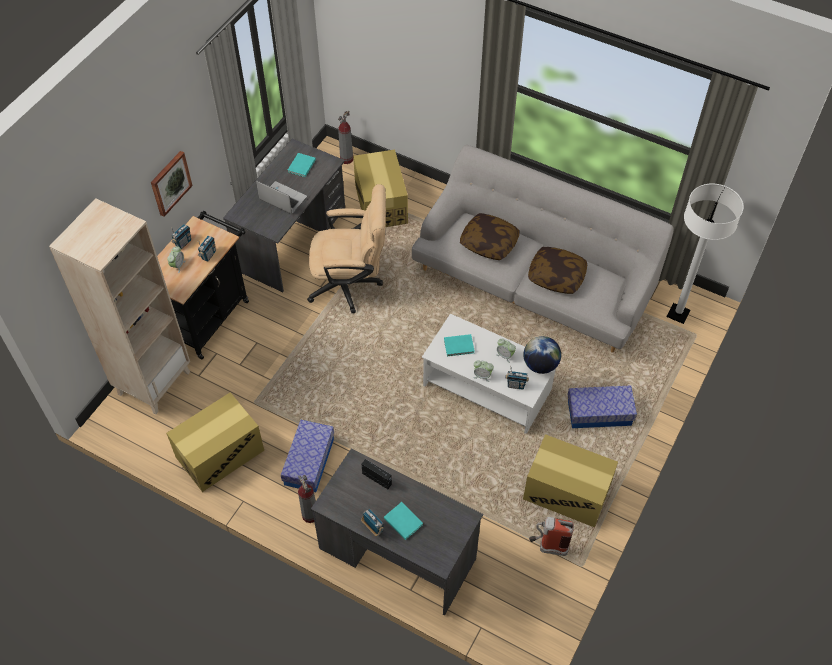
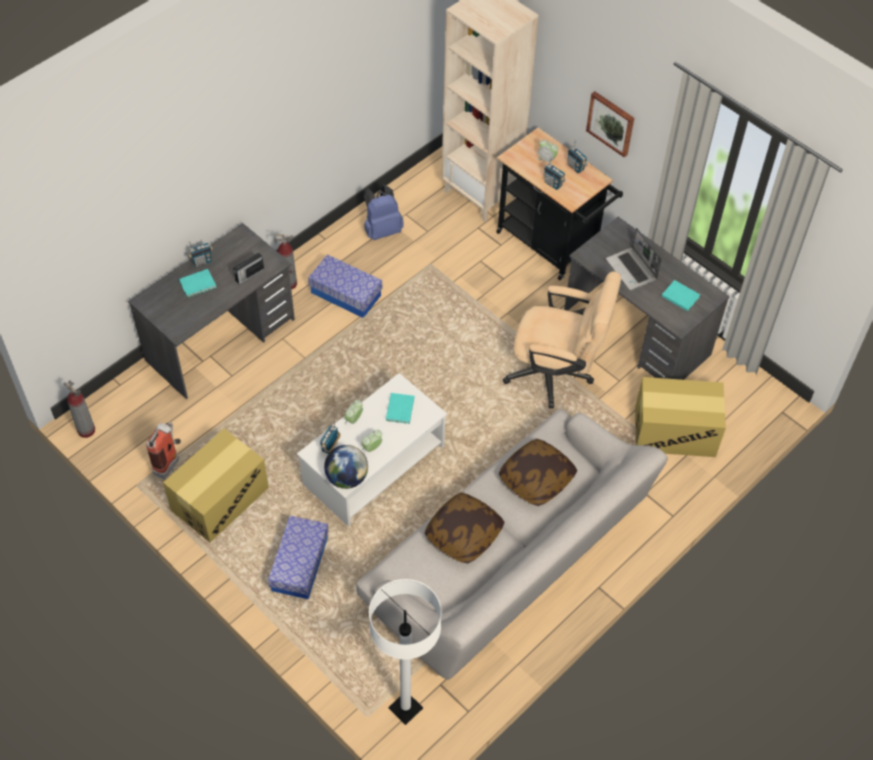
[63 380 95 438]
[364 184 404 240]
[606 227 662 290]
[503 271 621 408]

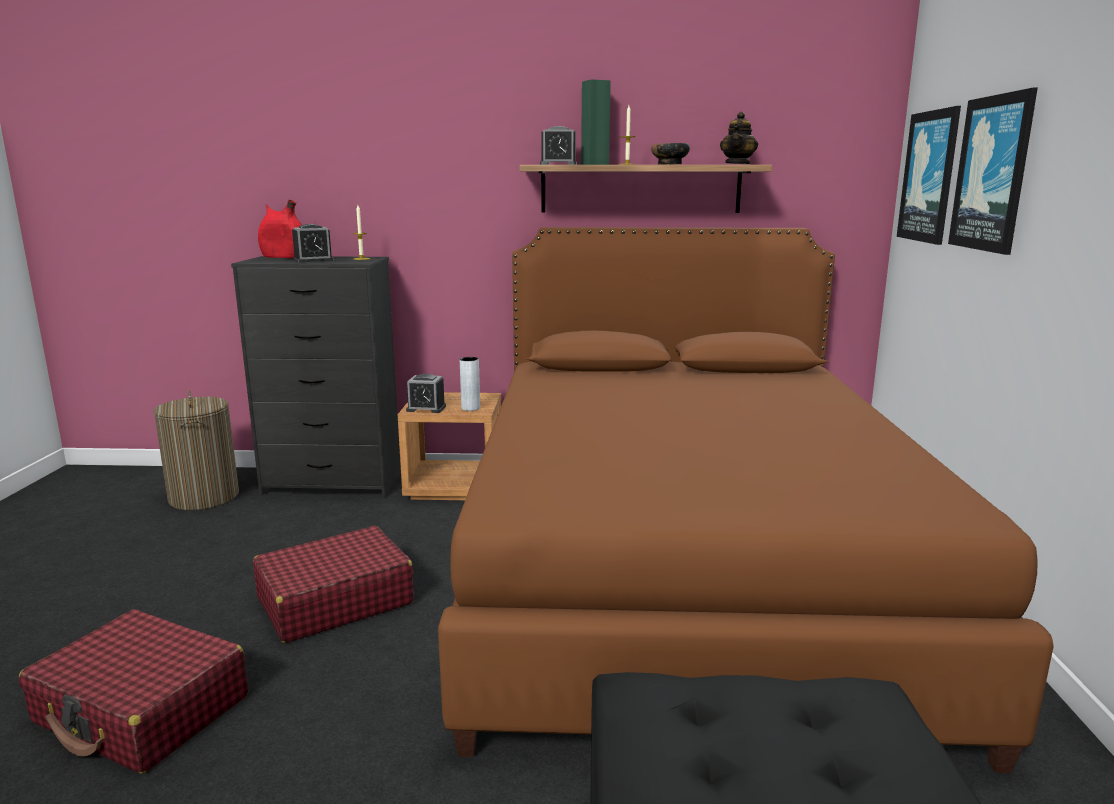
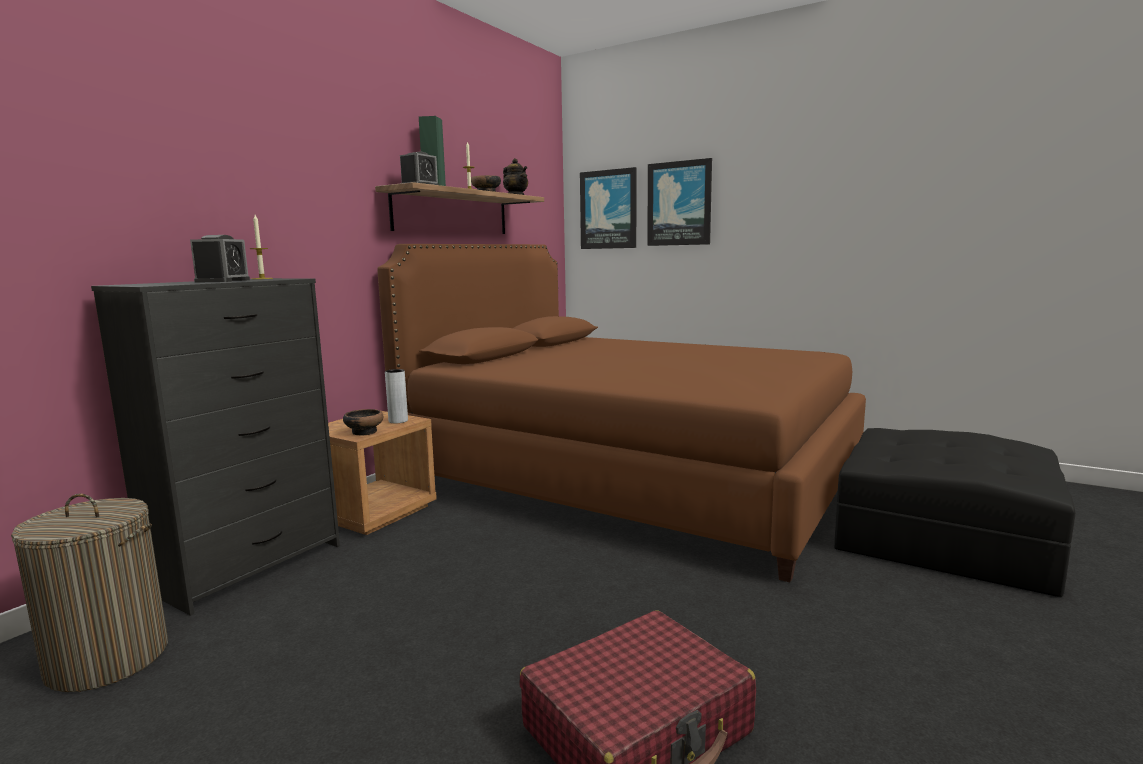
[253 526 414 643] (first image)
[258 200 302 258] (first image)
[343 409 384 436]

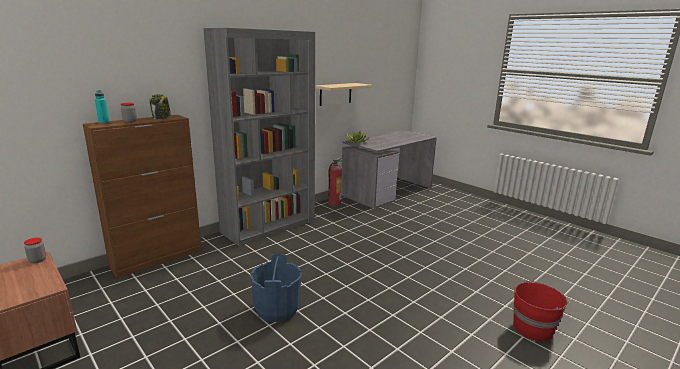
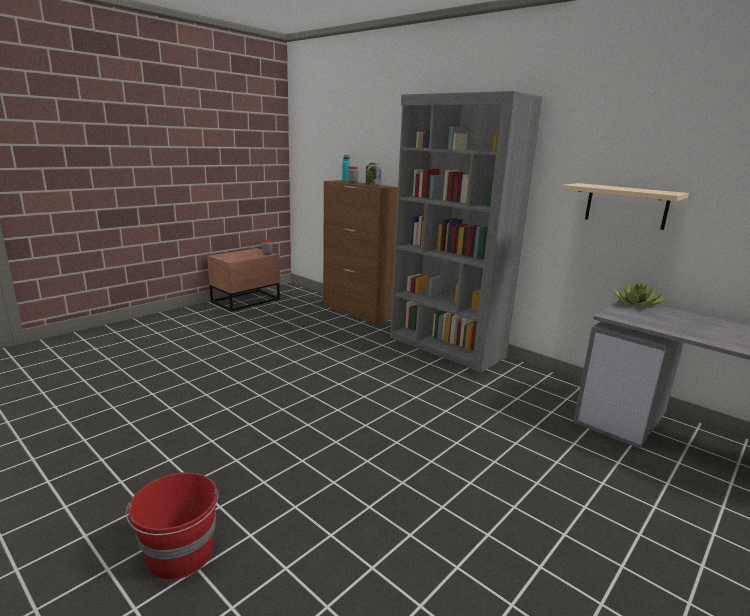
[250 254 302 322] (first image)
[328 157 343 207] (first image)

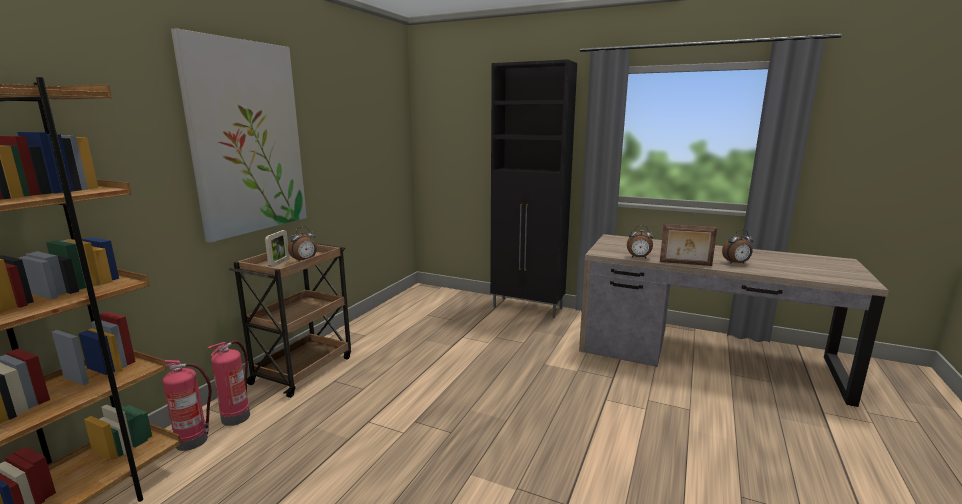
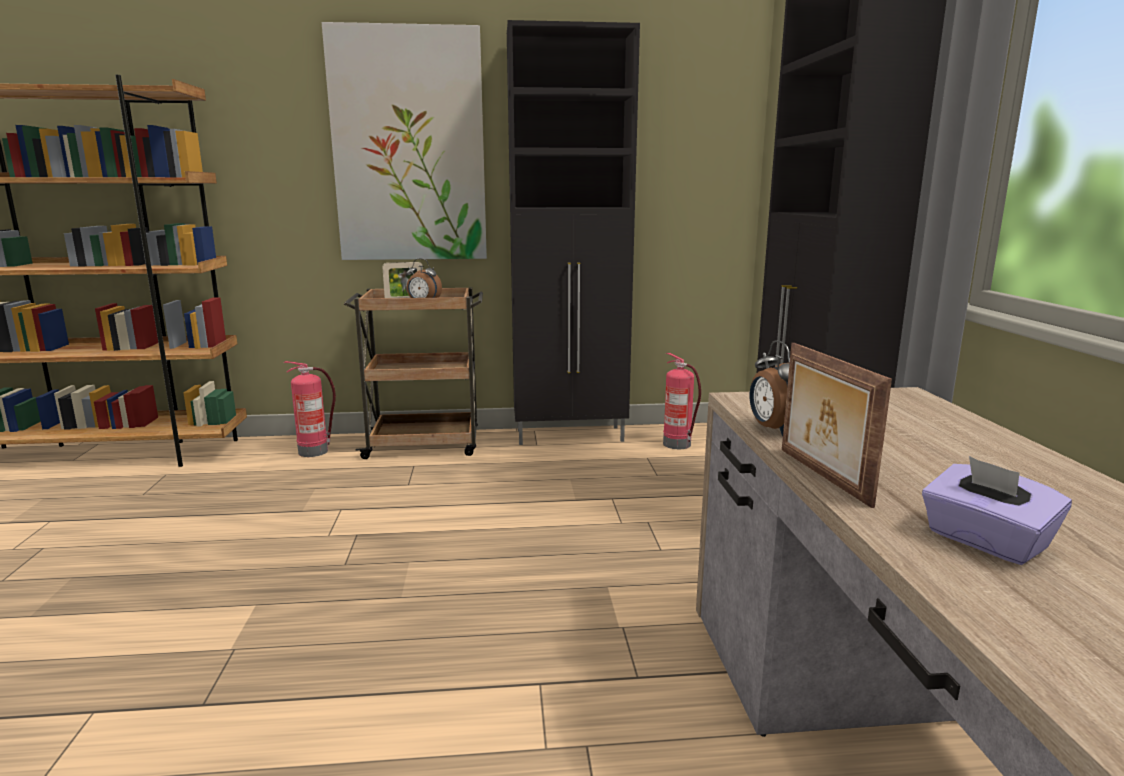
[507 20 640 445]
[663 353 701 449]
[922 456 1072 565]

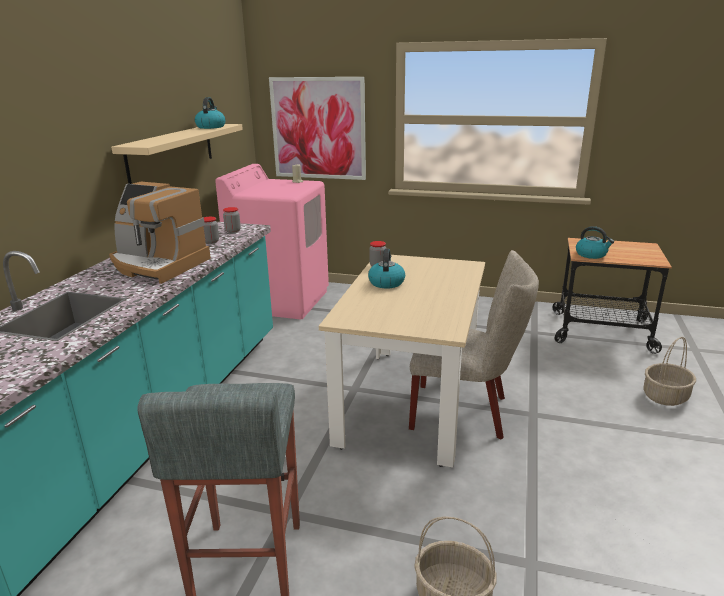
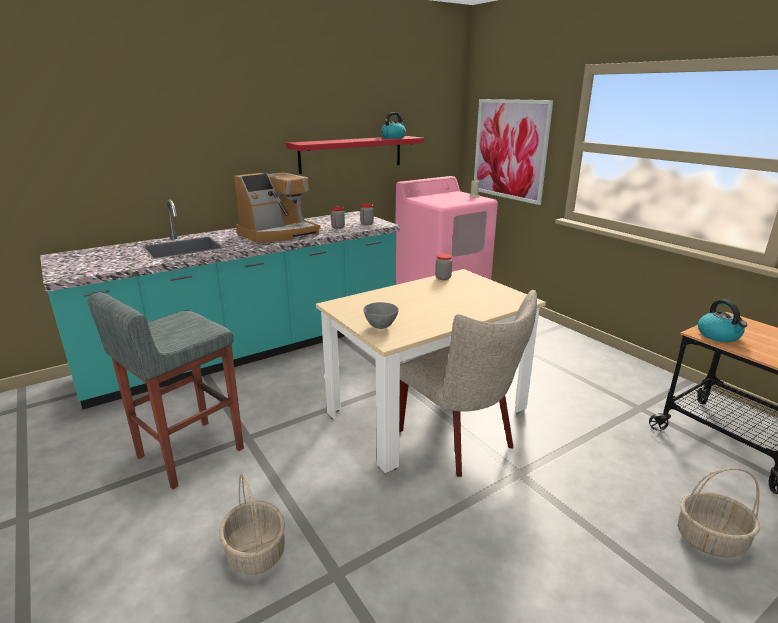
[368 249 405 288] (first image)
[363 302 399 329]
[286 136 424 174]
[234 172 320 242]

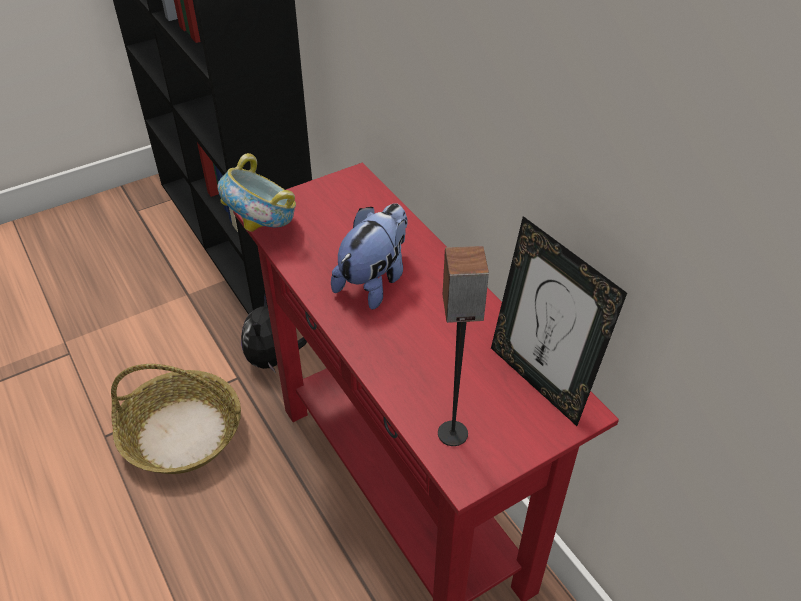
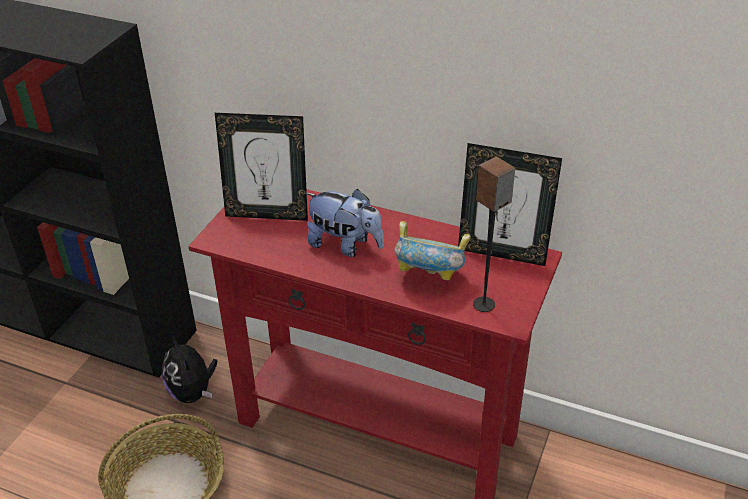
[215 113 308 221]
[395 221 471 280]
[305 189 384 257]

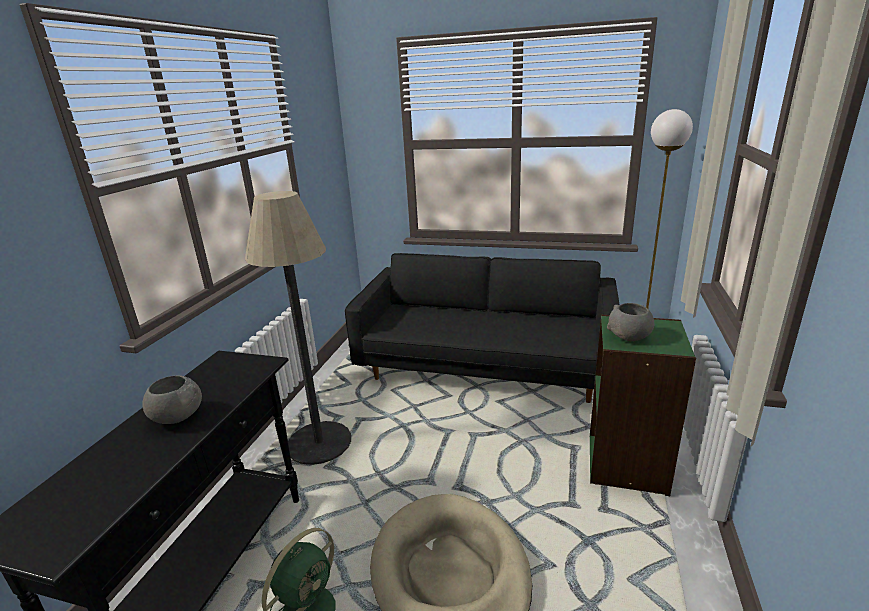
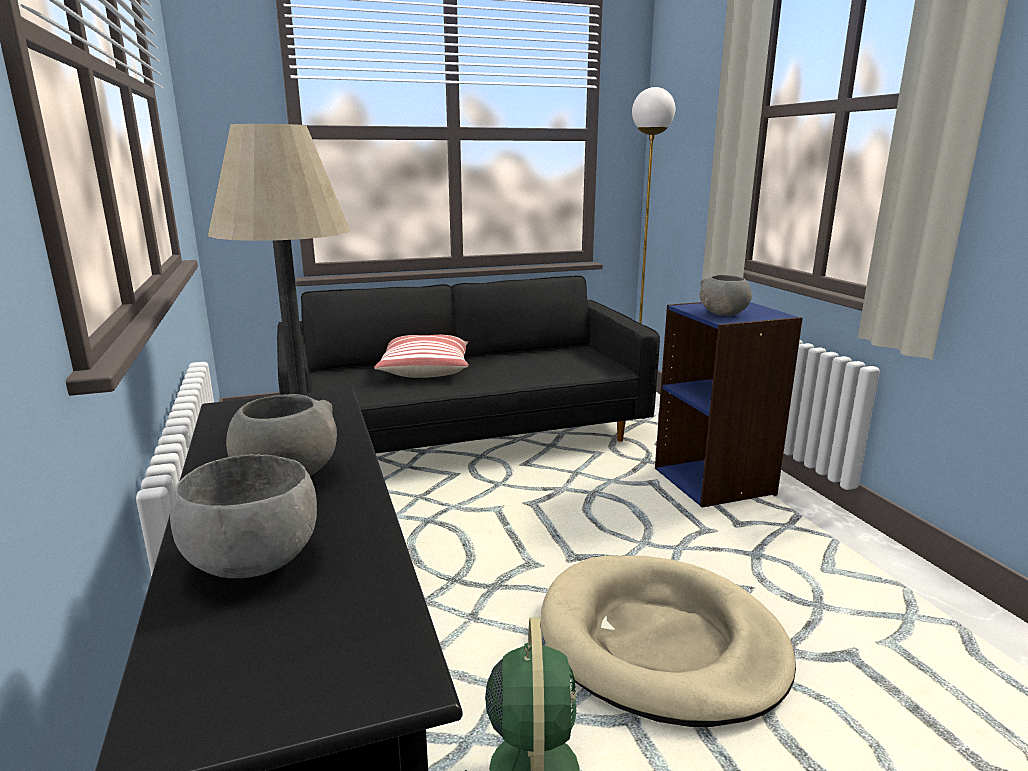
[170 454 317 578]
[374 335 469 378]
[655 302 803 508]

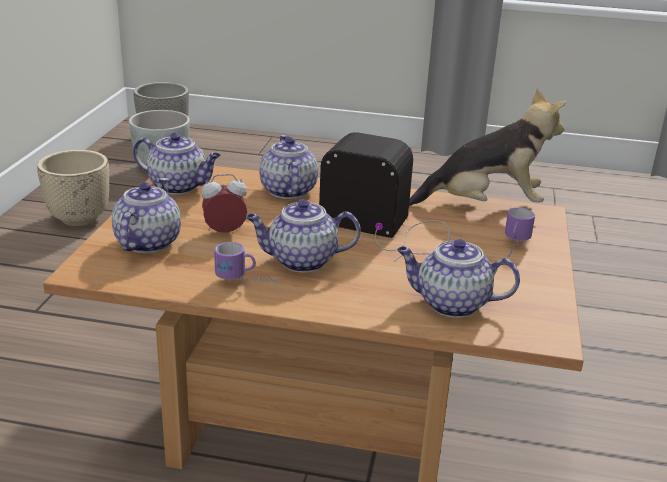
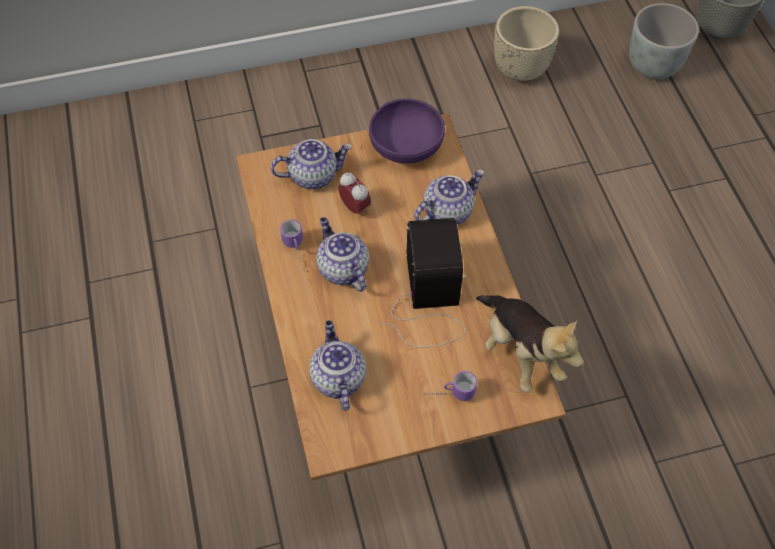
[369 98 445 164]

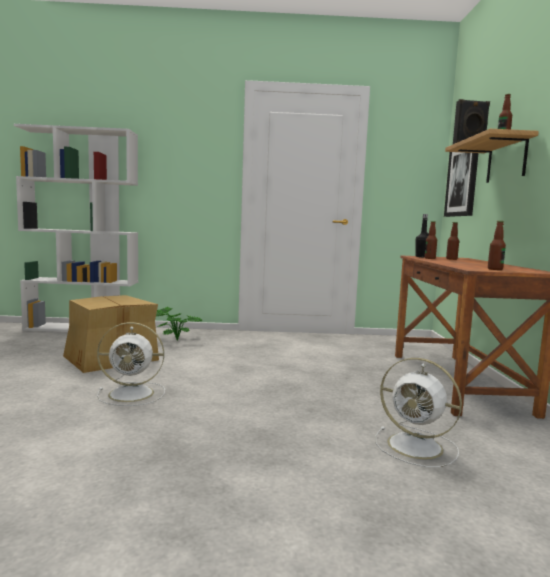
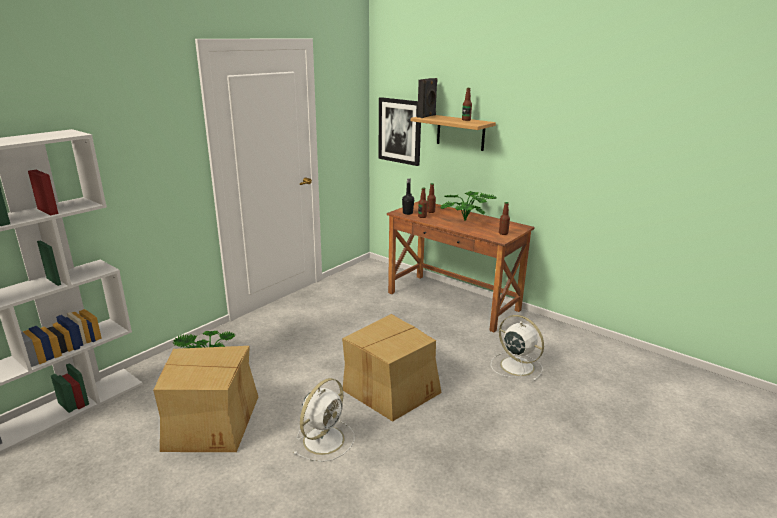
[342 314 442 421]
[440 191 496 221]
[491 315 544 381]

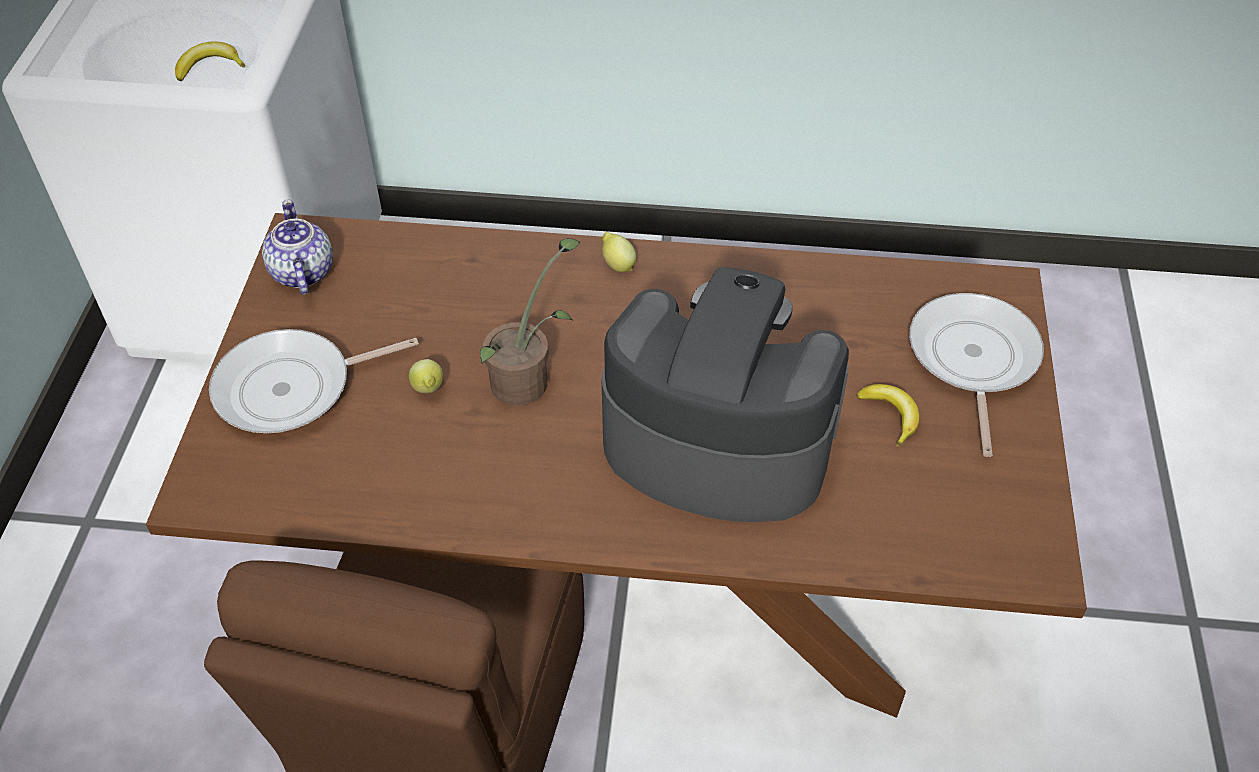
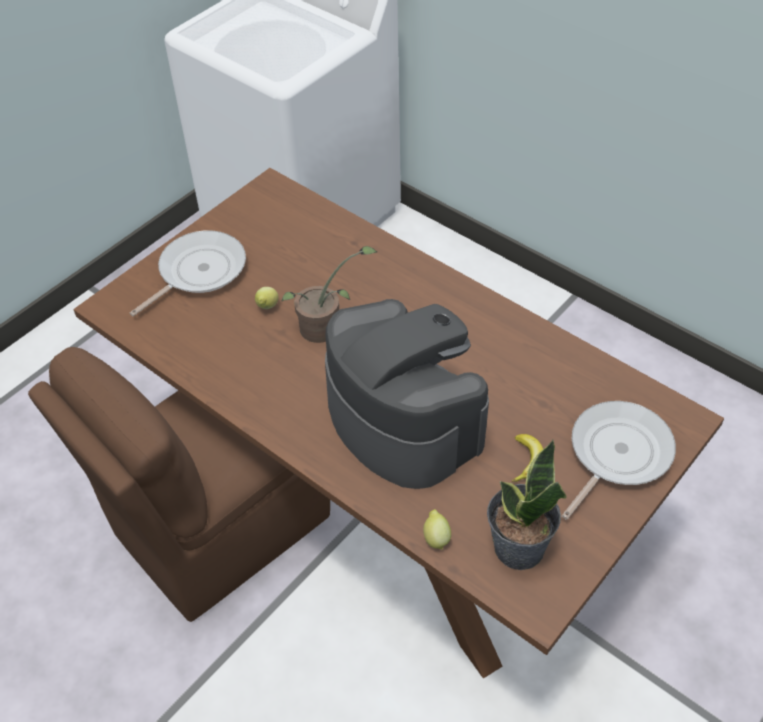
[175 42 245 81] (first image)
[262 200 333 295] (first image)
[487 440 567 570]
[423 509 451 550]
[130 230 246 316]

